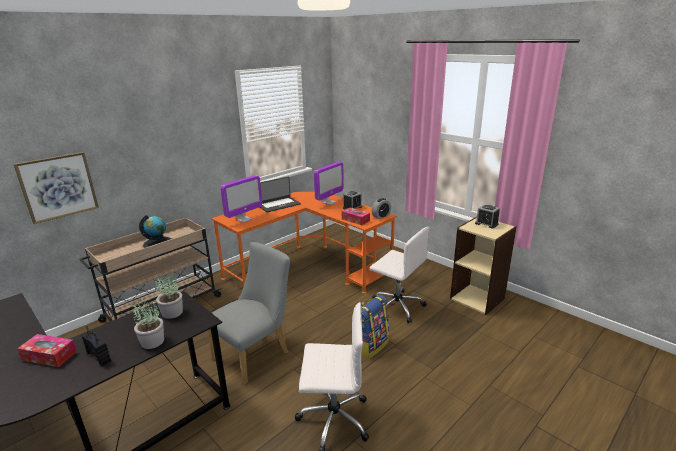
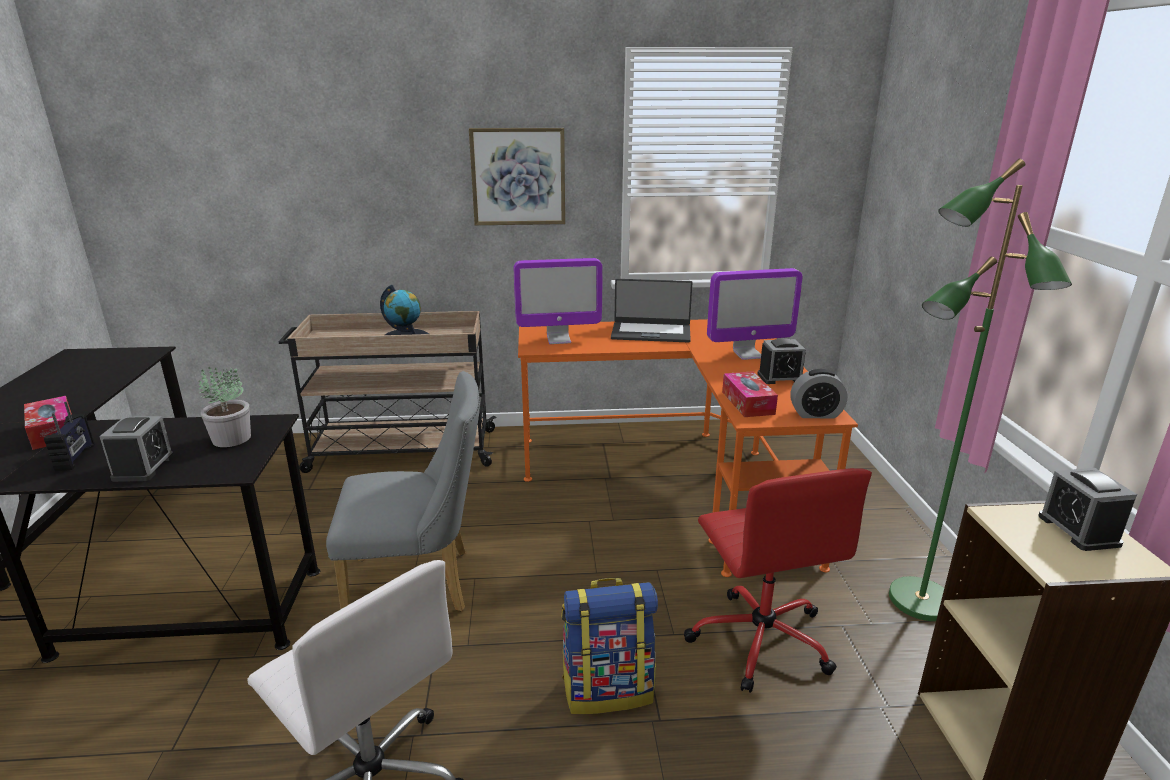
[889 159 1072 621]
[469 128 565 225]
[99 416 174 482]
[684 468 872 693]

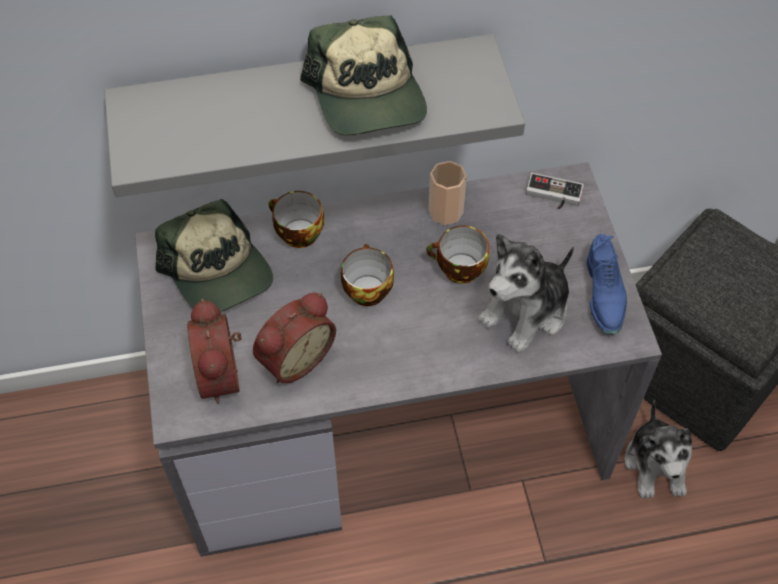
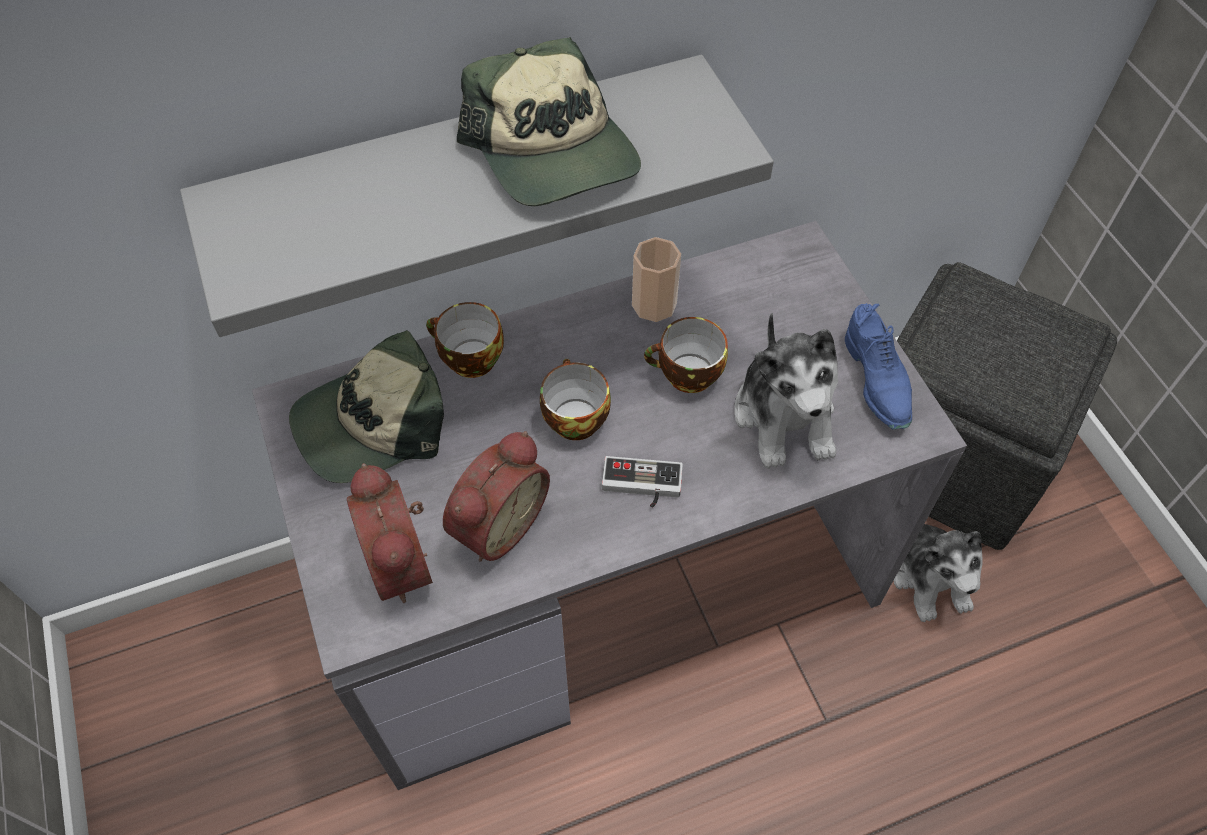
[602 456 683 508]
[289 330 444 483]
[734 313 838 469]

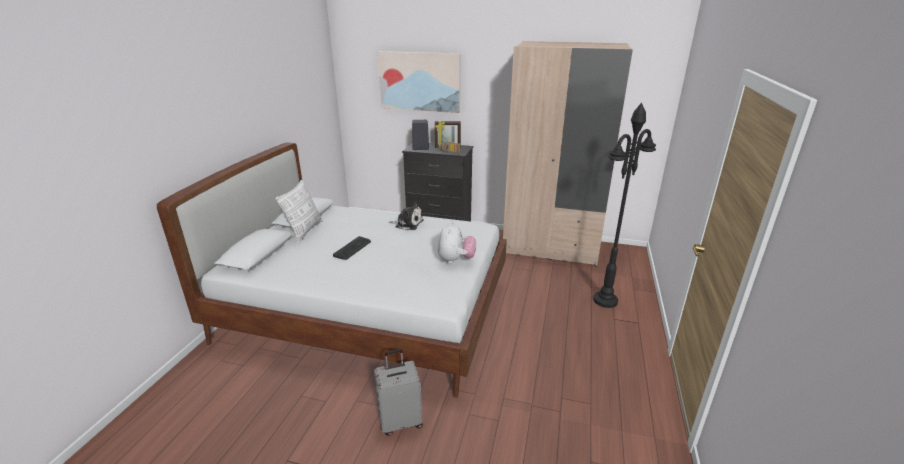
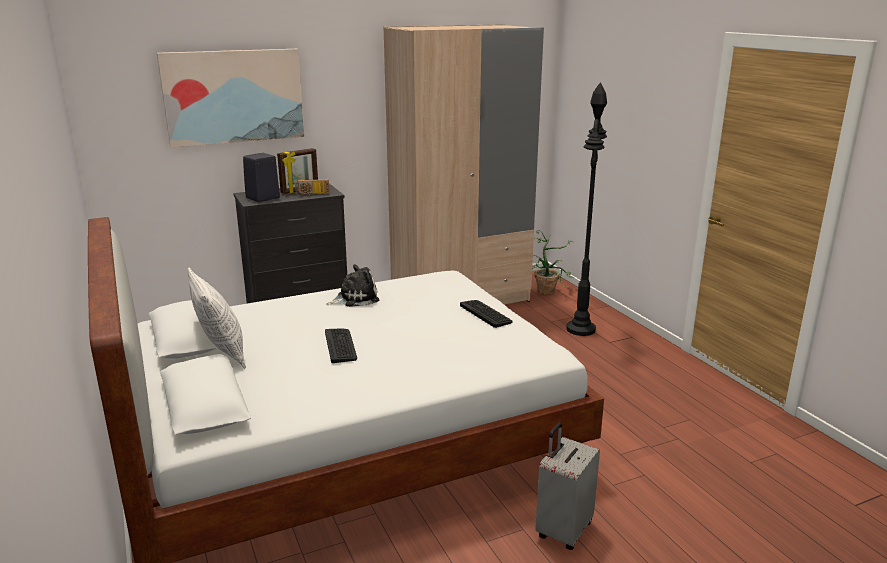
[532 230 574 295]
[460 300 513 328]

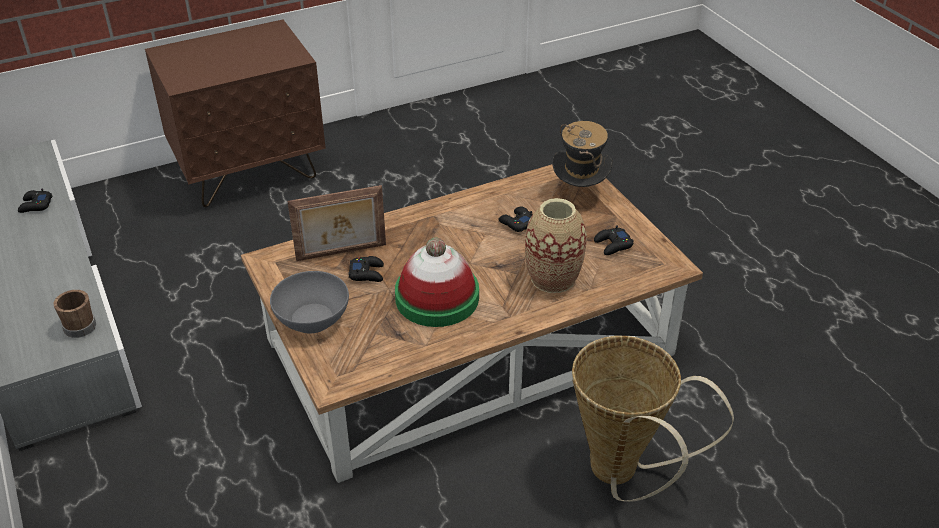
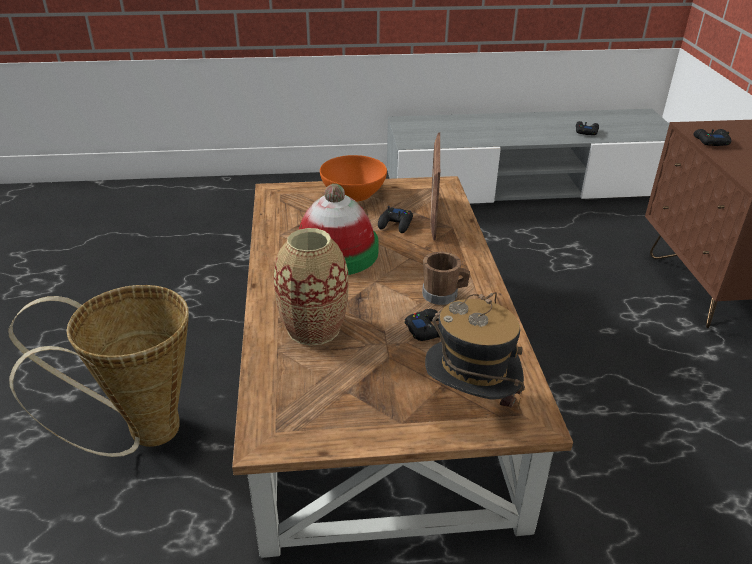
[422 252 470 305]
[694 129 731 146]
[320 155 387 202]

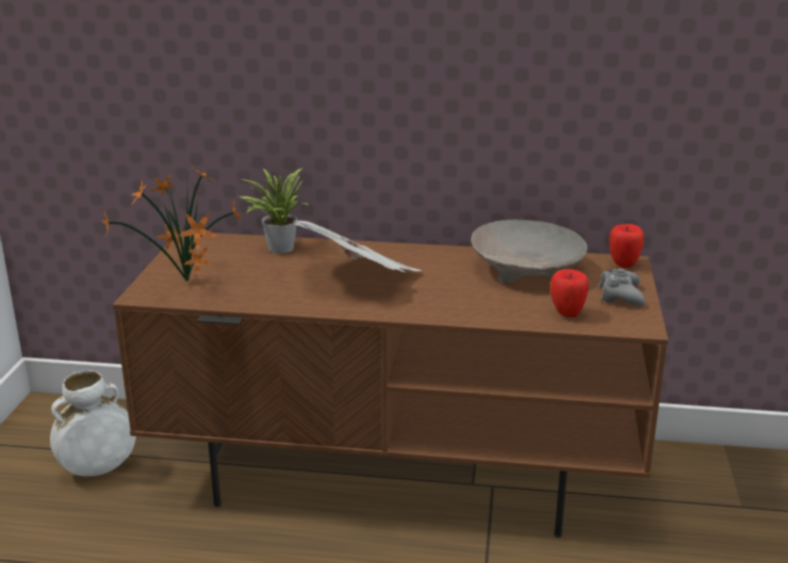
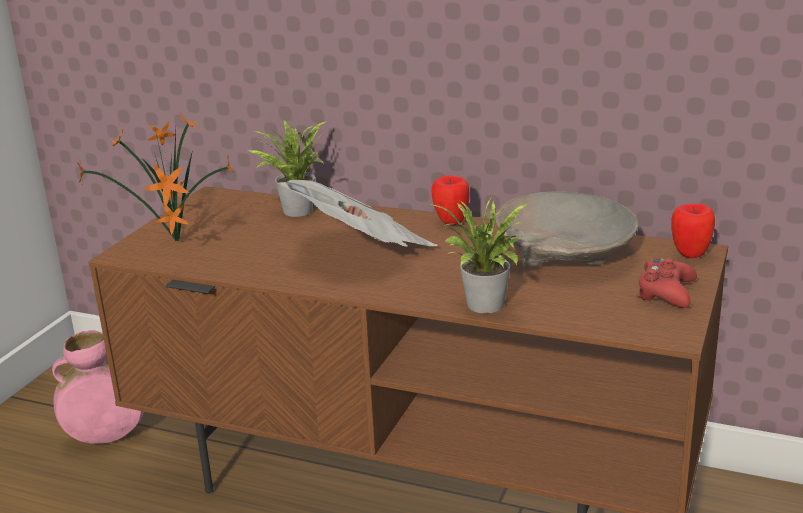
[429 198 528 313]
[432 175 469 225]
[52 330 144 444]
[636 258 697 308]

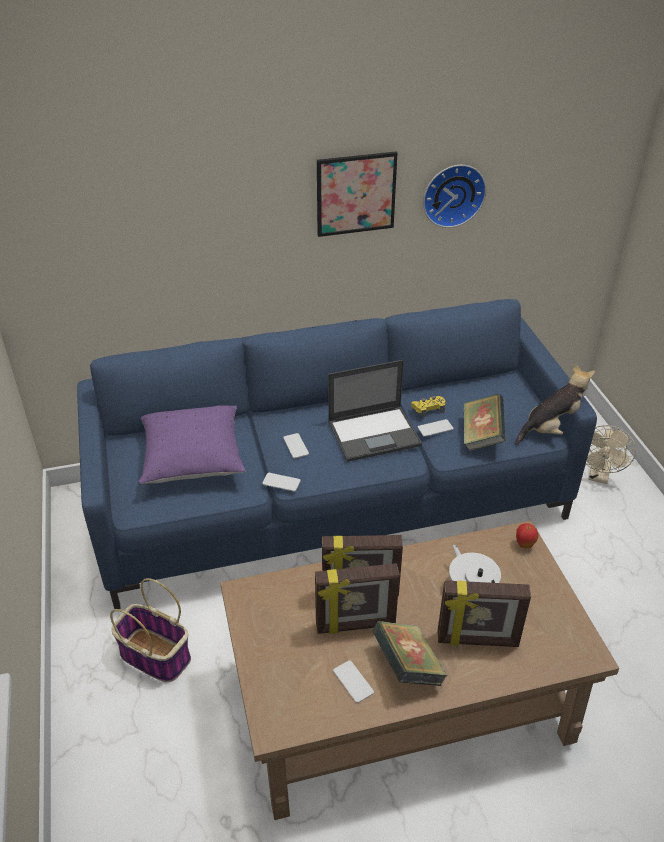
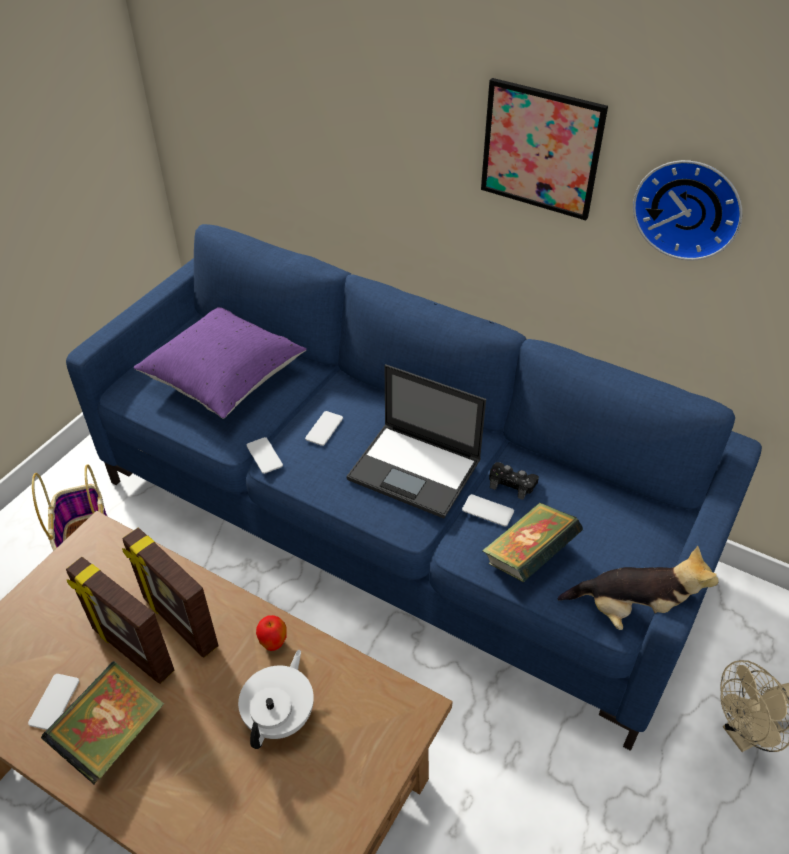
[438 580 531 647] (first image)
[256 615 287 651]
[489 462 539 500]

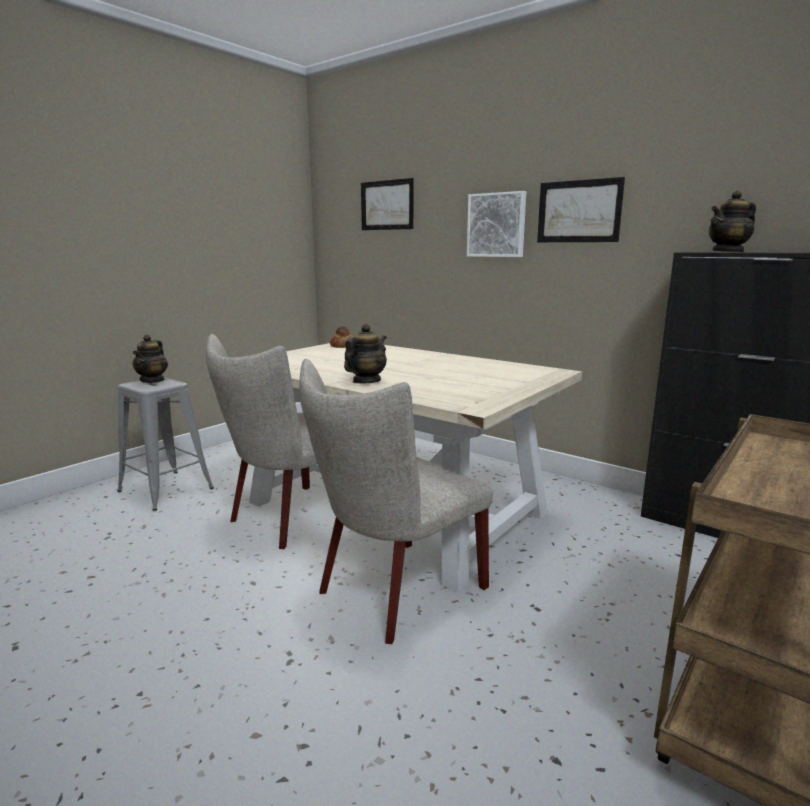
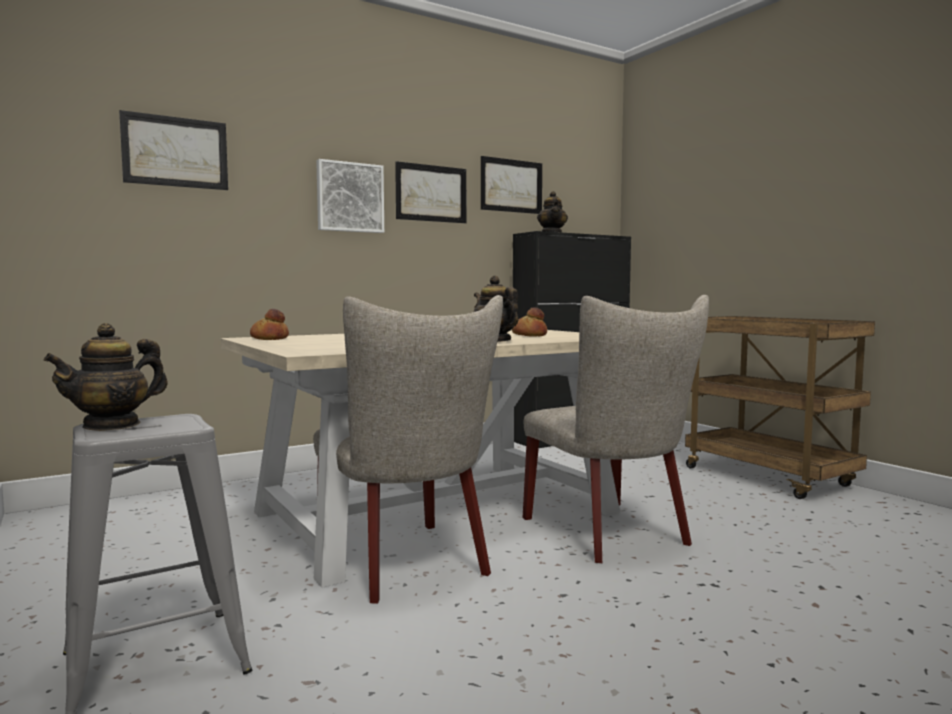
[481 156 542 214]
[512 308 547 336]
[44 323 168 431]

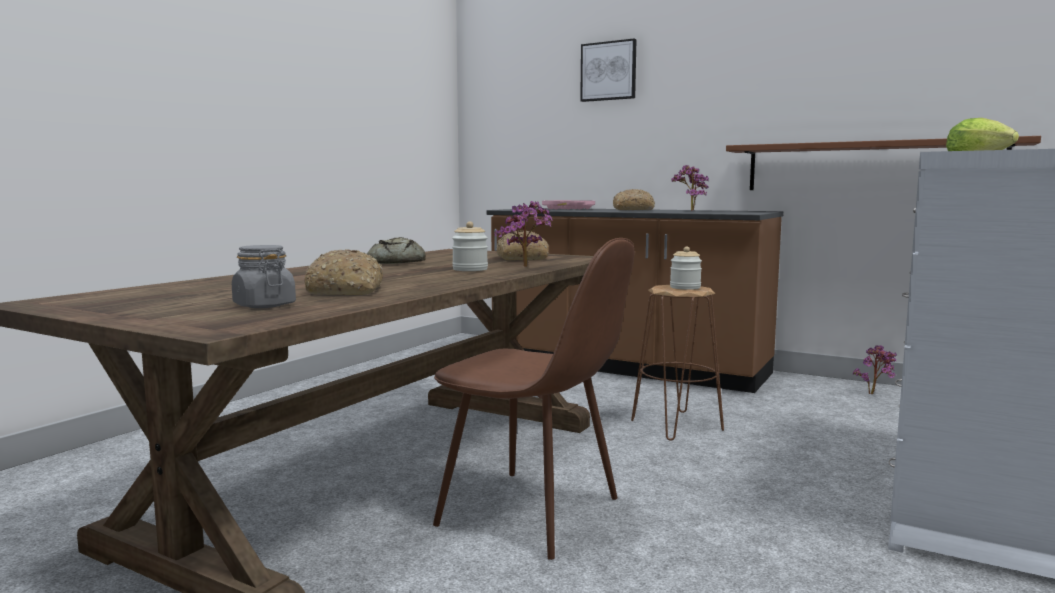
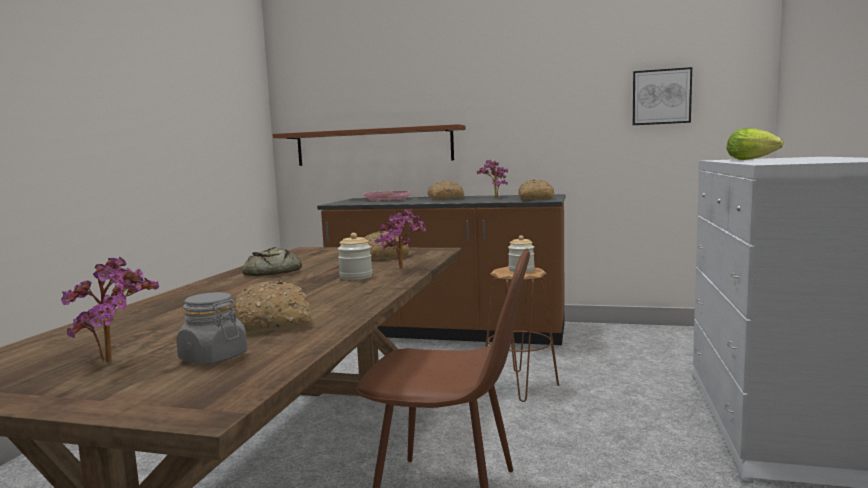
[518 180 554 200]
[633 67 692 125]
[273 124 466 166]
[61 257 159 362]

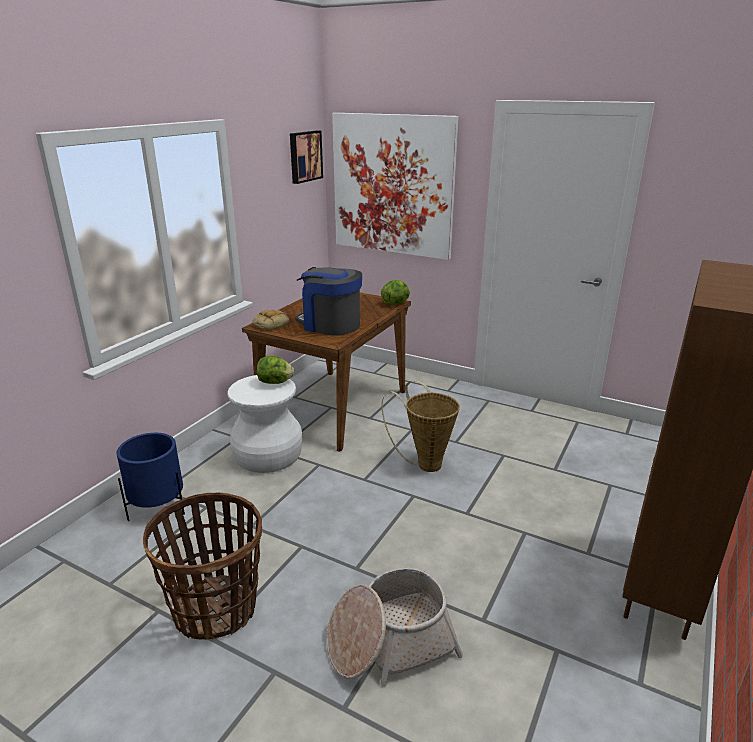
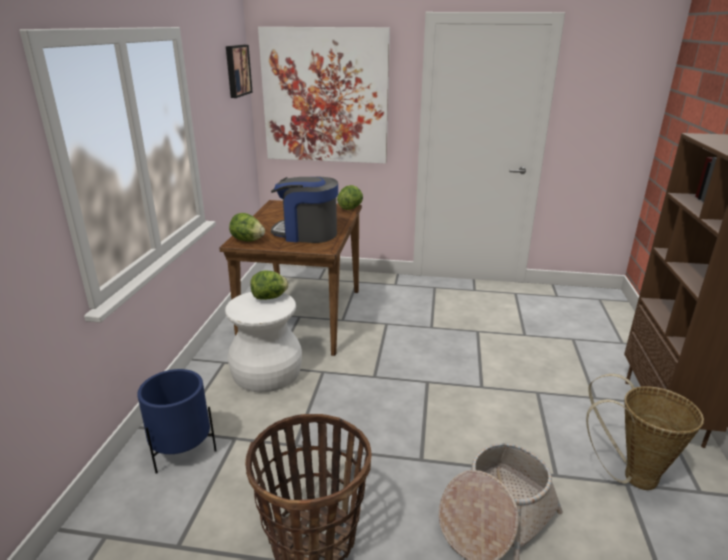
[586 374 704 490]
[229 213 265 242]

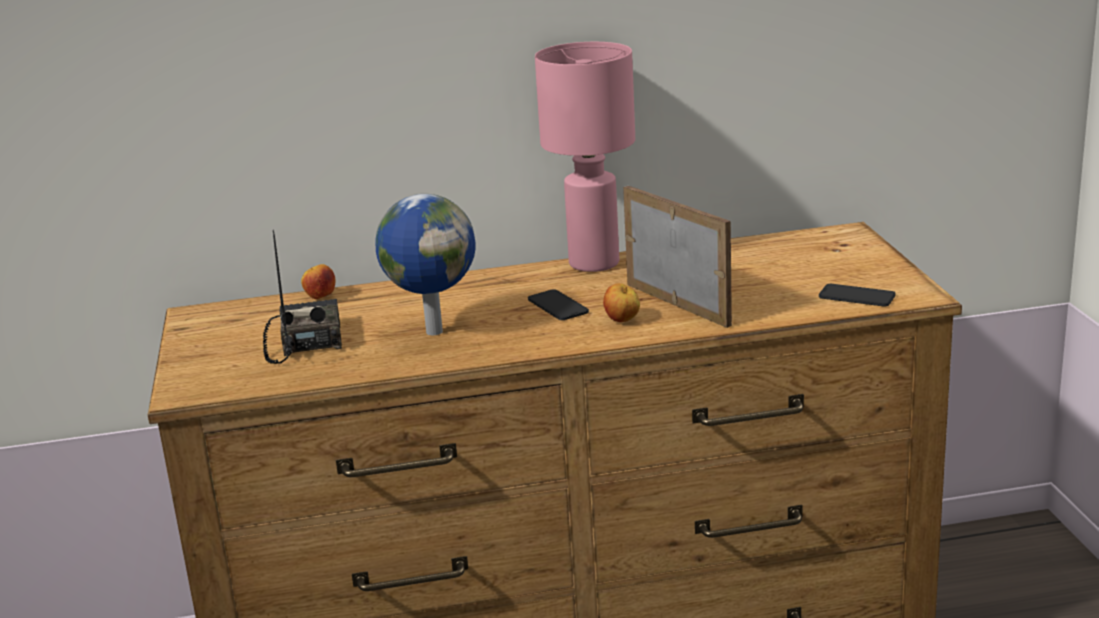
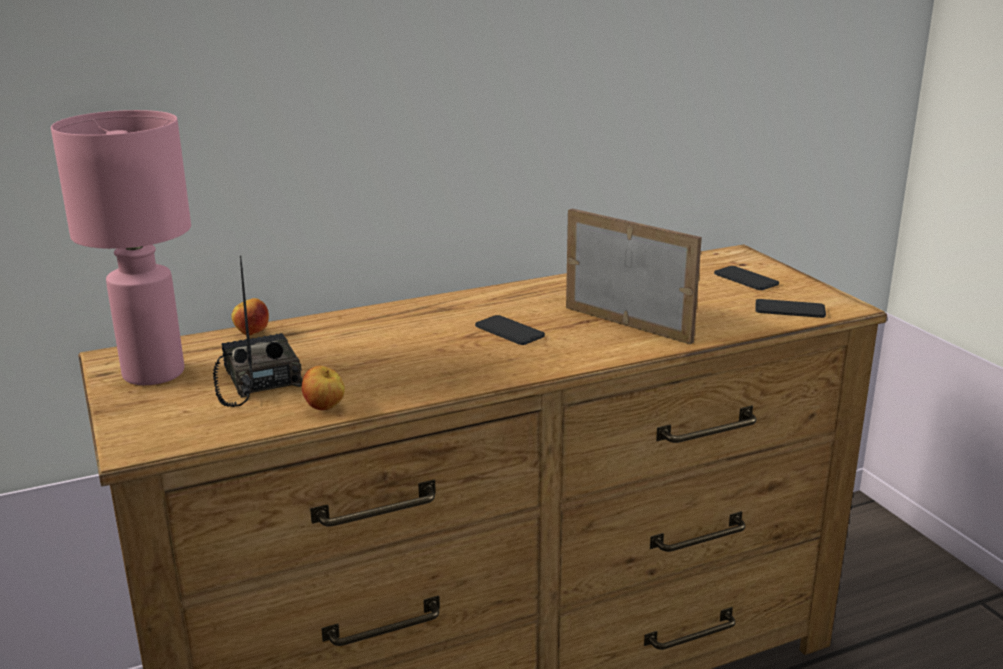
[376 194 475 335] (first image)
[714 266 779 290]
[51 110 191 385]
[302 366 345 410]

